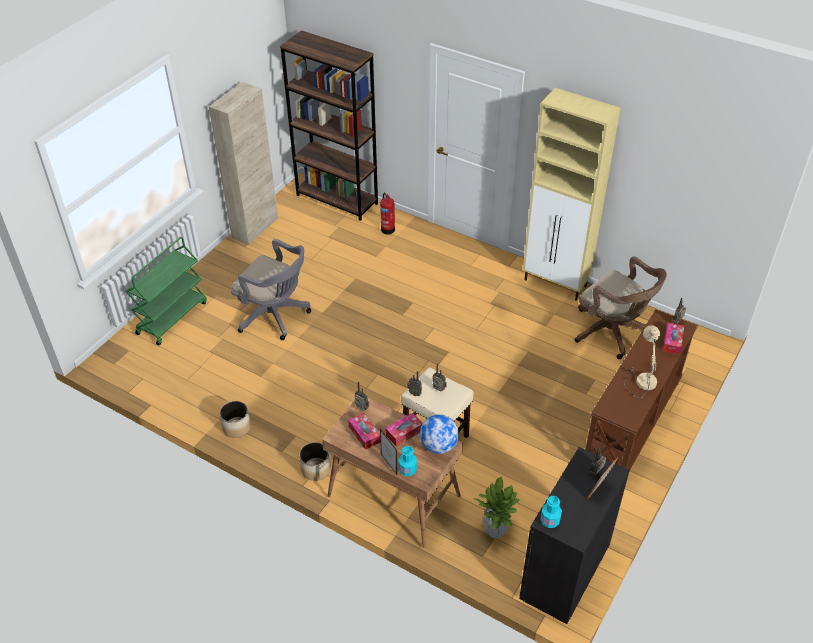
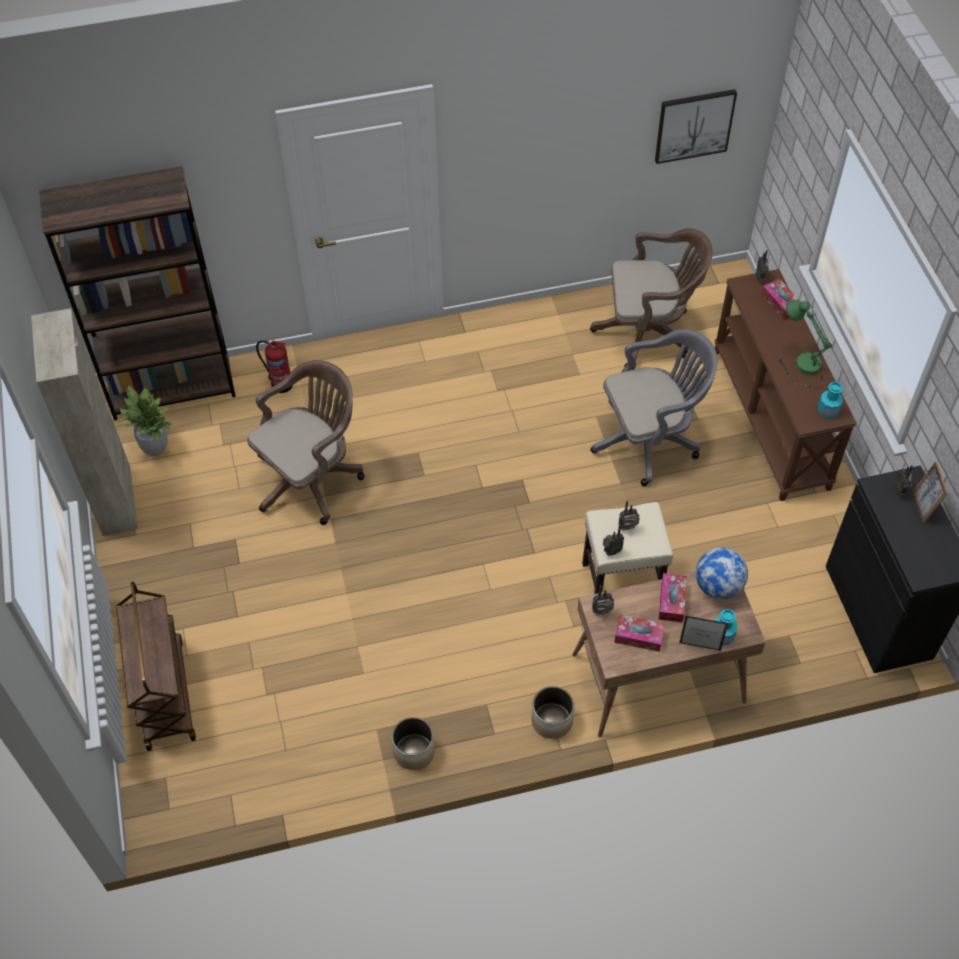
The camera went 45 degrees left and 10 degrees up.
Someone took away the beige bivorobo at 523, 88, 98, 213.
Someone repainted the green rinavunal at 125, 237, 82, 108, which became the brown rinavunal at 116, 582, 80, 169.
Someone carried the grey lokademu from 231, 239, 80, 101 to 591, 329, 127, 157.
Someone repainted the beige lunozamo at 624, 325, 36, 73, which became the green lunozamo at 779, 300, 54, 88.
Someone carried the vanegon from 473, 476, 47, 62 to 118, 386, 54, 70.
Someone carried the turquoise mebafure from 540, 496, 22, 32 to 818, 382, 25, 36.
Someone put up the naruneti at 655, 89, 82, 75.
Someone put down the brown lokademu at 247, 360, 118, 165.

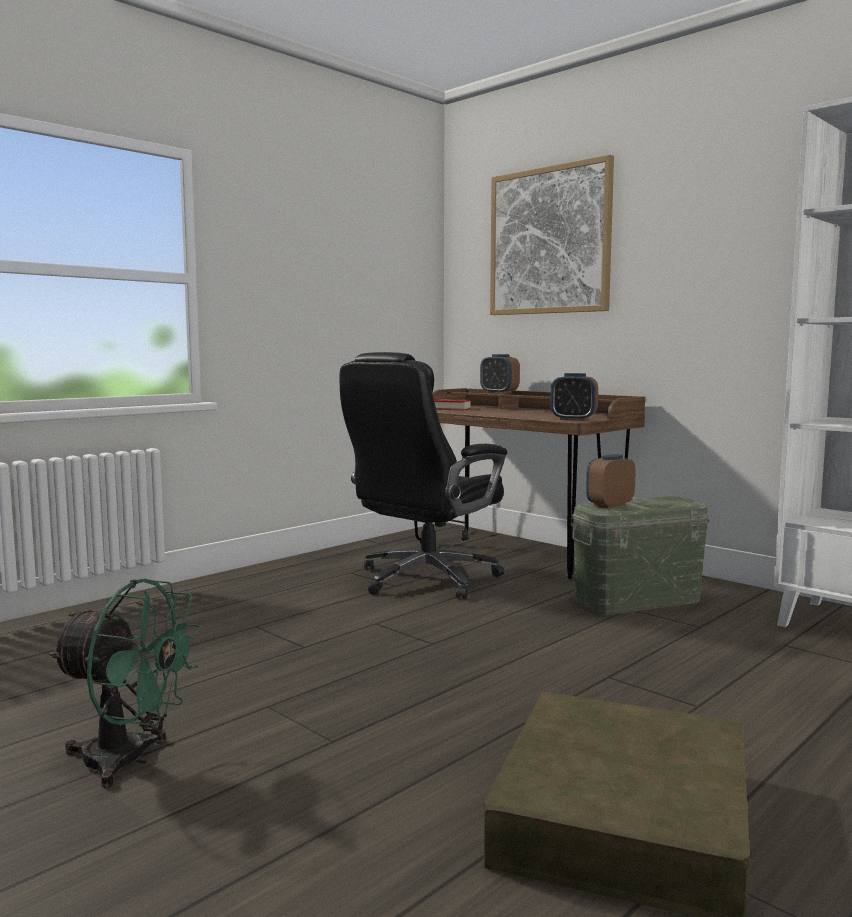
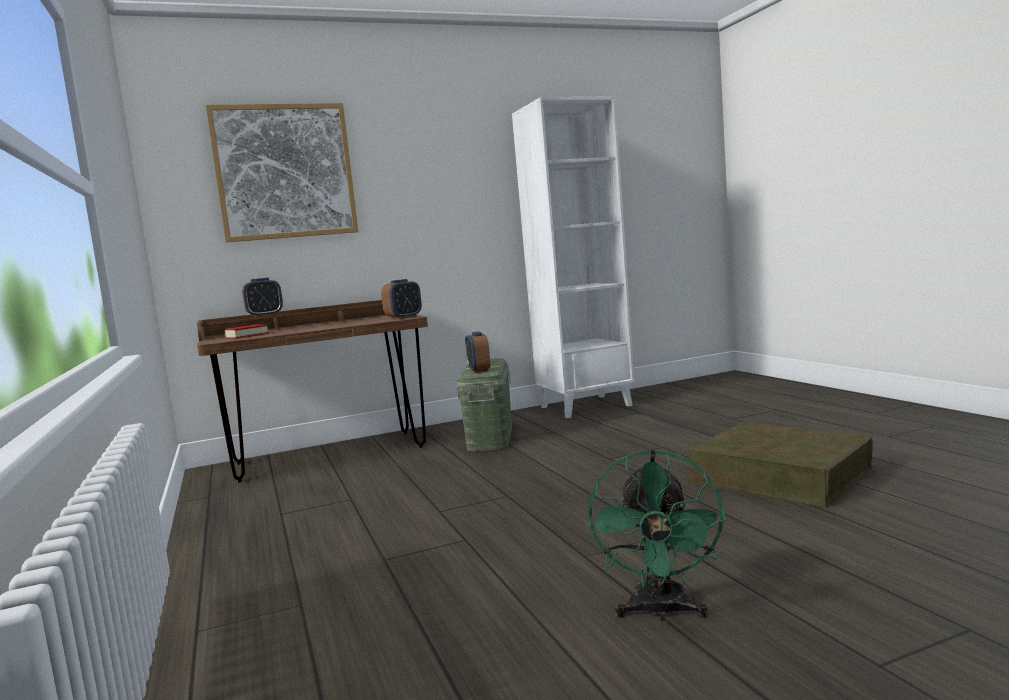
The camera went 65 degrees left and 0 degrees up.
Someone took away the black lokademu at 340, 352, 167, 247.
Someone rotated the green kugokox at 49, 579, 153, 209 by 150 degrees clockwise.

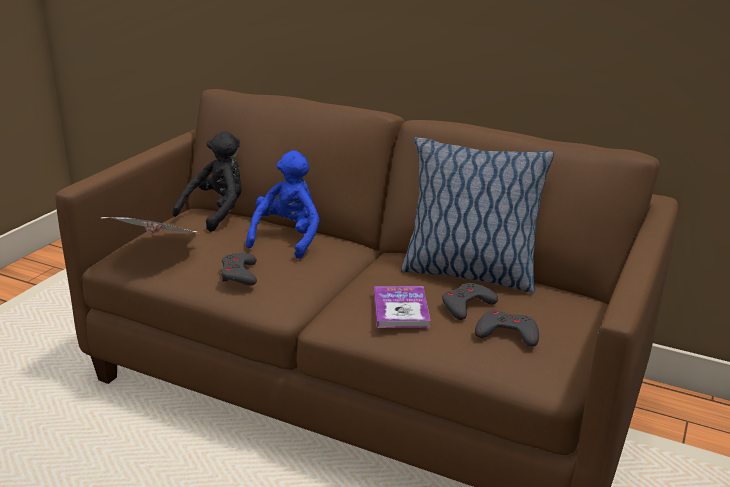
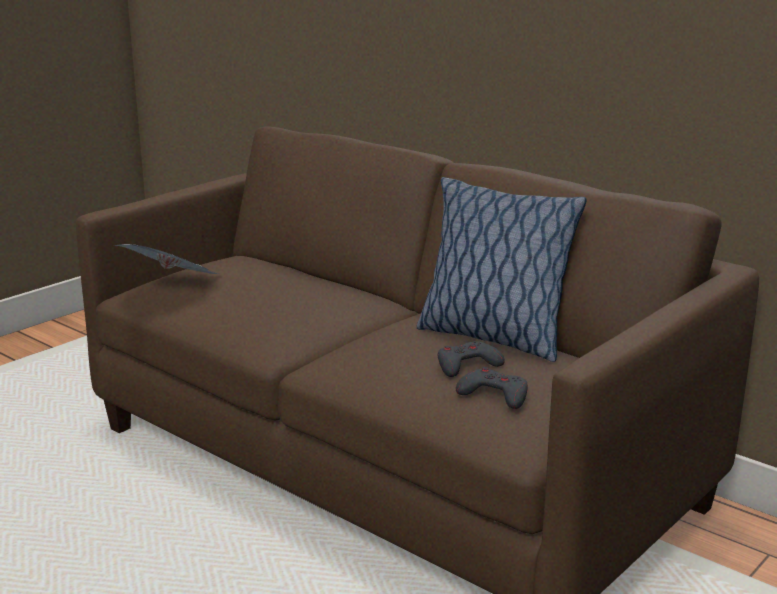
The camera went 15 degrees right and 5 degrees down.
Someone took away the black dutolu at 172, 131, 70, 101.
Someone took away the blue dutolu at 246, 150, 74, 109.
Someone took away the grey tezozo at 221, 253, 36, 33.
Someone took away the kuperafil at 374, 286, 56, 42.

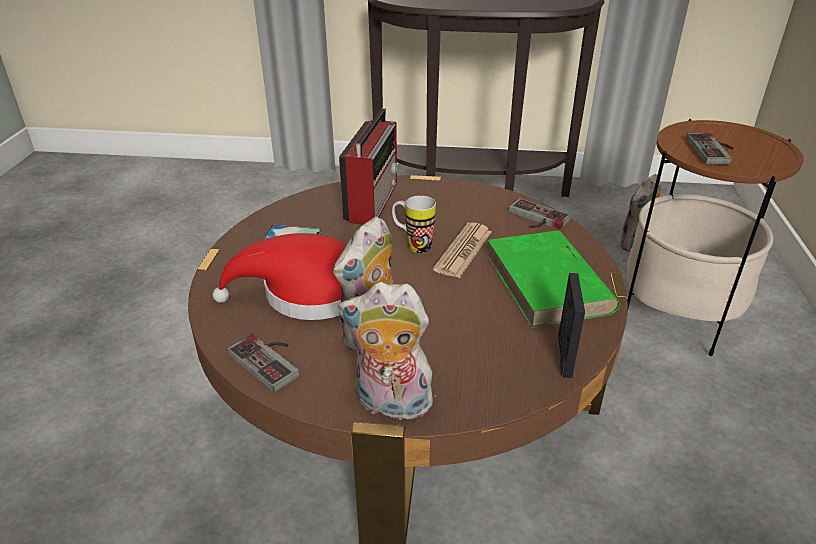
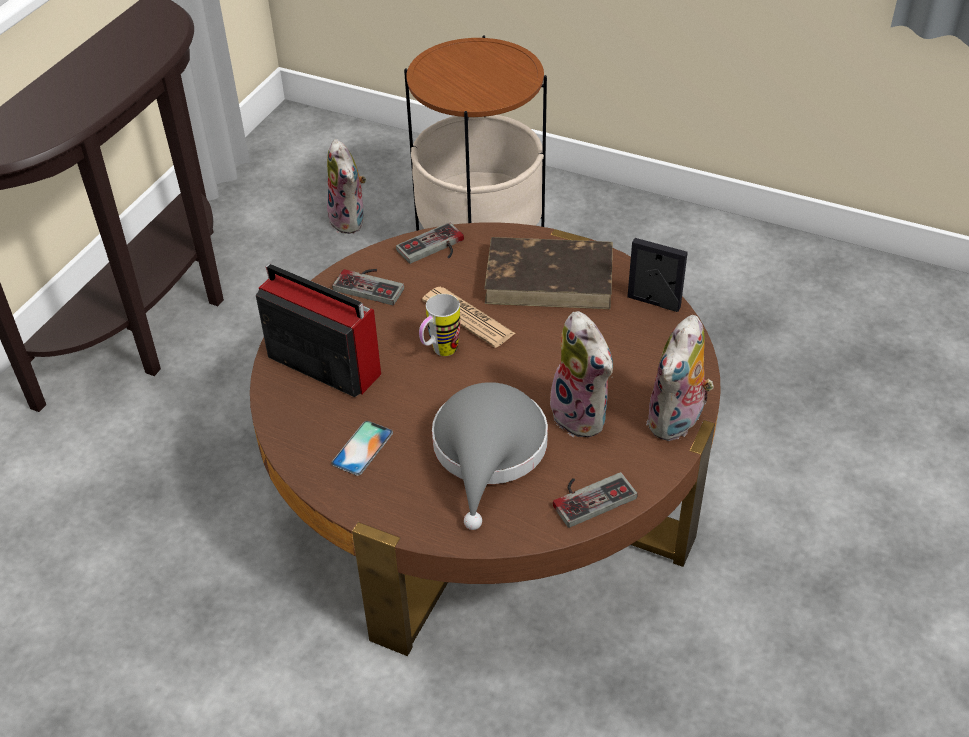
The camera went 70 degrees left and 10 degrees up.
Someone carried the tezozo from 686, 133, 48, 31 to 332, 269, 72, 36.
Someone repainted the green kuperafil at 486, 231, 134, 97, which became the brown kuperafil at 484, 237, 129, 72.
Someone repainted the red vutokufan at 213, 233, 134, 87, which became the grey vutokufan at 432, 382, 116, 148.

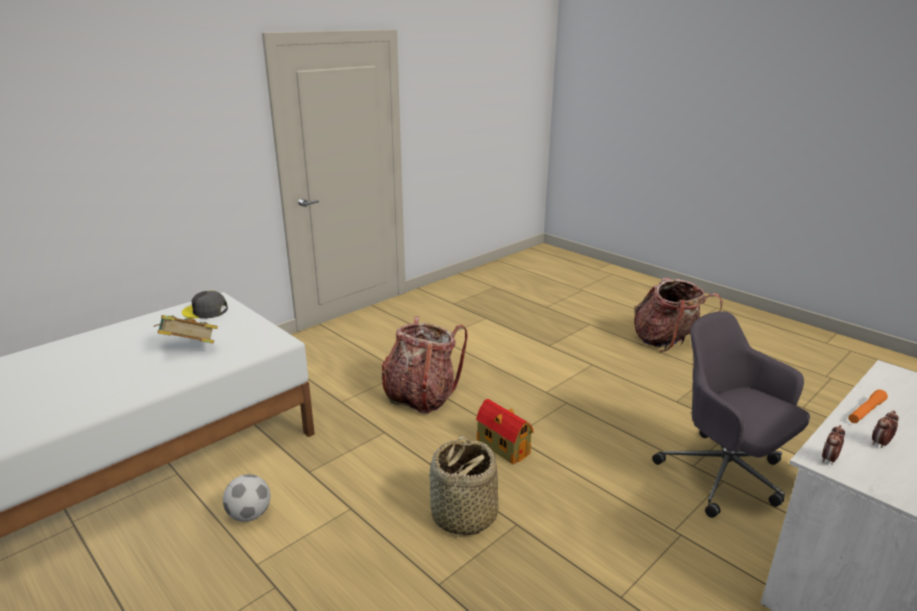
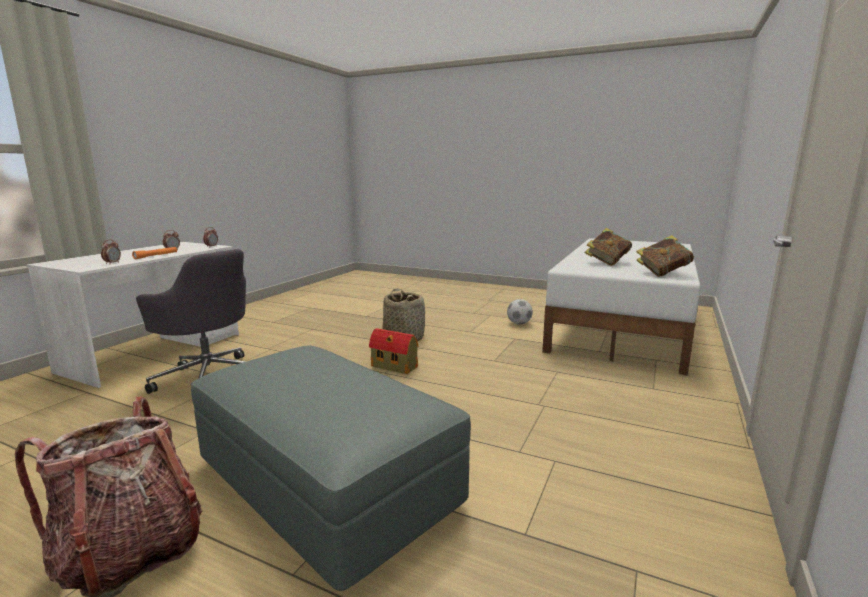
The camera went 160 degrees right and 10 degrees down.
Someone swapped the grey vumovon at 182, 291, 46, 27 for the kuperafil at 637, 235, 57, 42.
Someone took away the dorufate at 382, 316, 86, 98.
Someone put down the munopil at 101, 239, 20, 25.
Someone put down the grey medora at 191, 346, 280, 245.

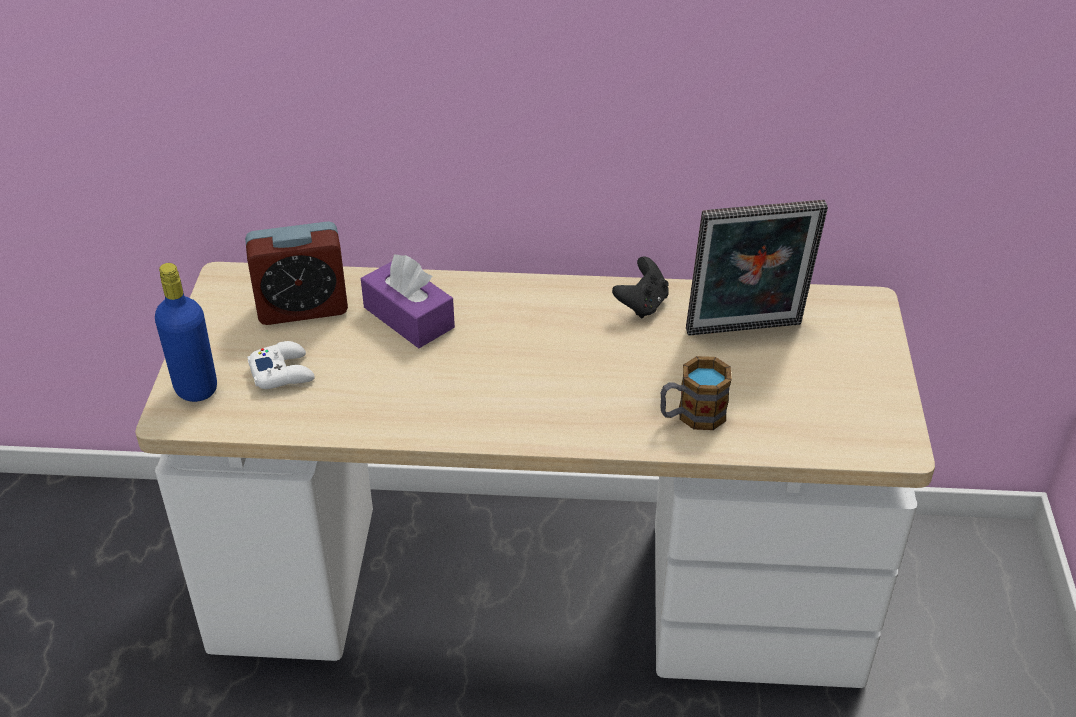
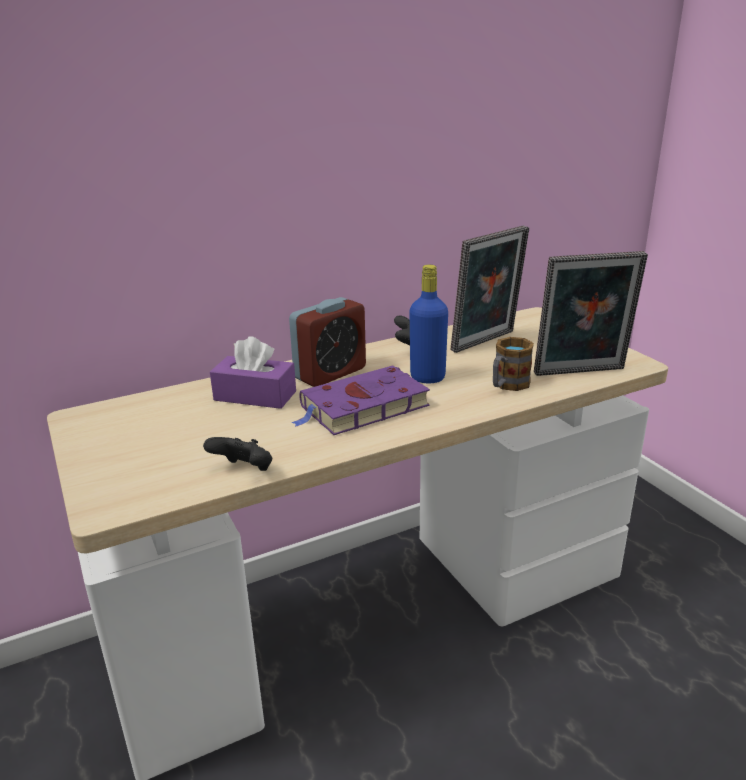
The camera went 30 degrees left and 15 degrees down.
Someone carried the munopil from 245, 221, 103, 104 to 289, 297, 77, 90.
Someone carried the blue mebafure from 155, 263, 62, 139 to 410, 265, 38, 118.
Someone took away the white tezozo at 247, 341, 68, 48.
Someone put down the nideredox at 534, 251, 114, 125.
Someone put down the purple kuperafil at 291, 365, 139, 70.
Someone put down the black tezozo at 203, 437, 69, 34.

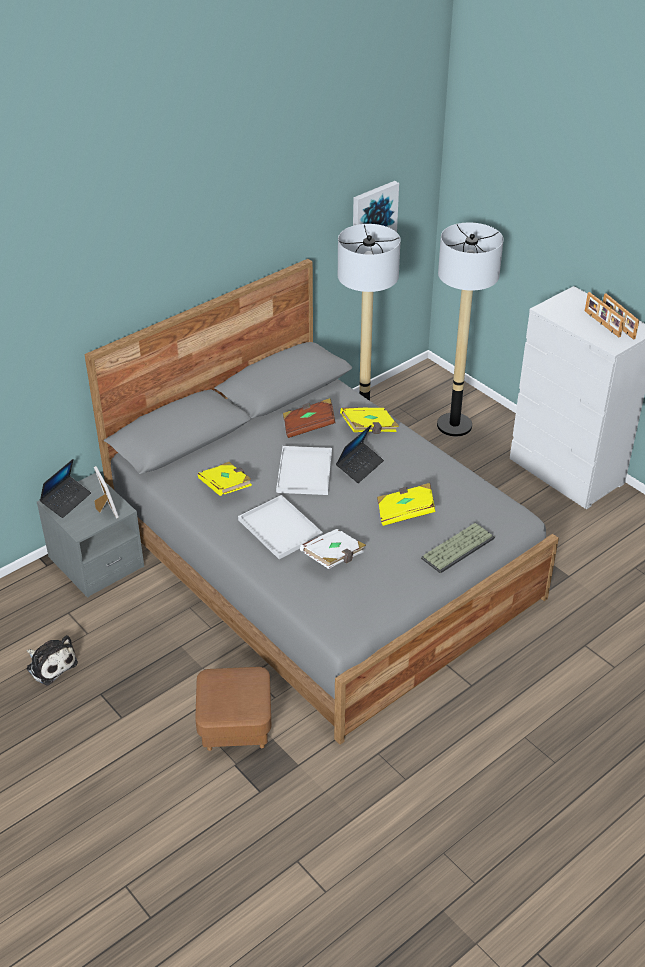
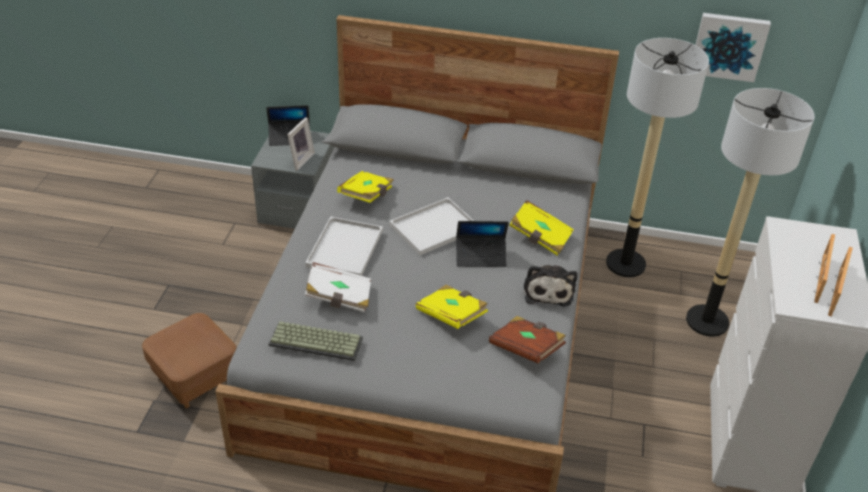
The camera went 50 degrees right and 0 degrees up.
Someone carried the brown kuperafil from 283, 398, 53, 40 to 489, 316, 77, 47.
Someone carried the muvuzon from 421, 522, 74, 52 to 269, 321, 94, 40.
Someone carried the dutolu from 27, 635, 51, 51 to 523, 265, 54, 42.

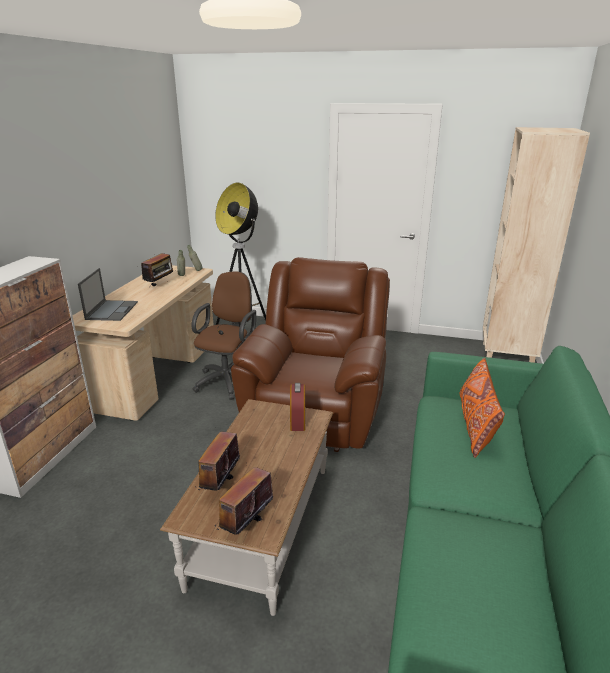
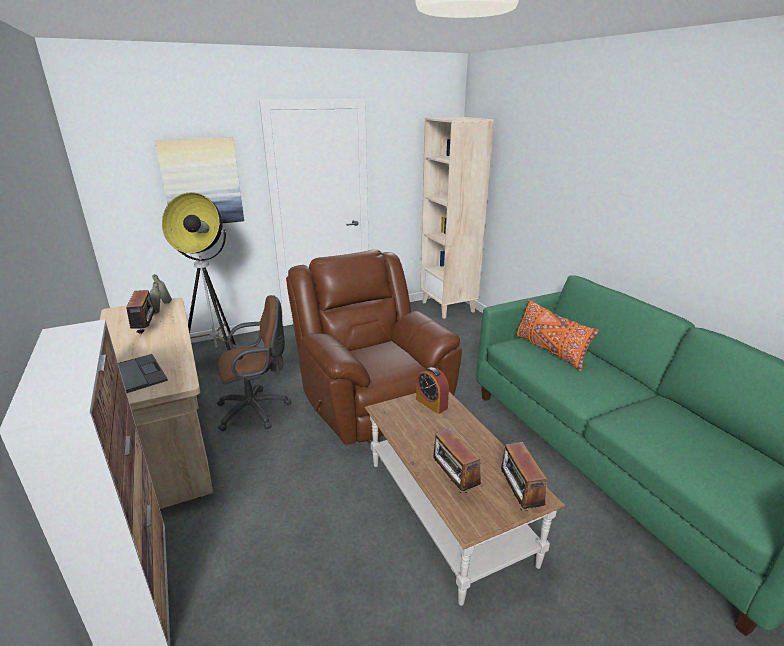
The camera went 40 degrees left and 0 degrees up.
Someone rotated the brown lokademu at 192, 271, 64, 129 by 90 degrees clockwise.
Someone put up the naruneti at 155, 138, 89, 85.

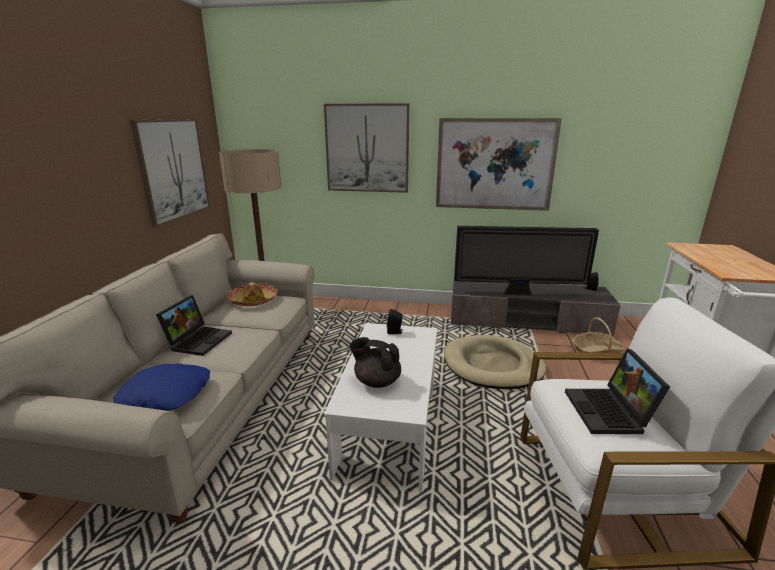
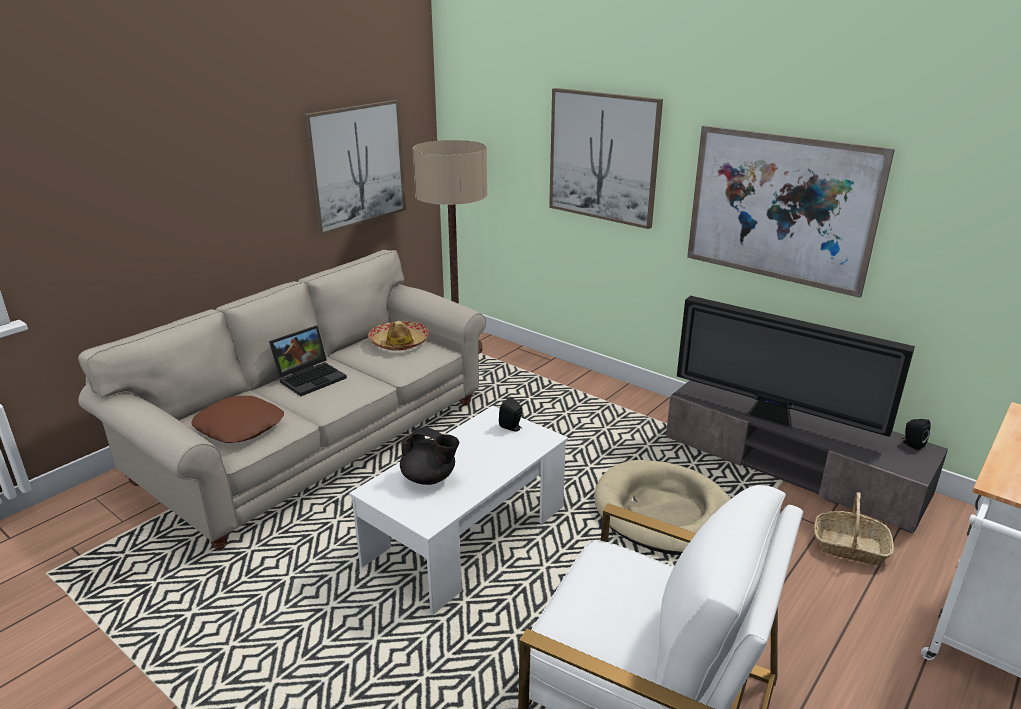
The camera went 30 degrees right and 5 degrees up.
Someone rotated the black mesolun at 349, 337, 52, 51 by 150 degrees clockwise.
Someone took away the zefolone at 565, 348, 105, 86.
Someone repainted the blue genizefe at 113, 363, 97, 48, which became the brown genizefe at 191, 396, 93, 47.

